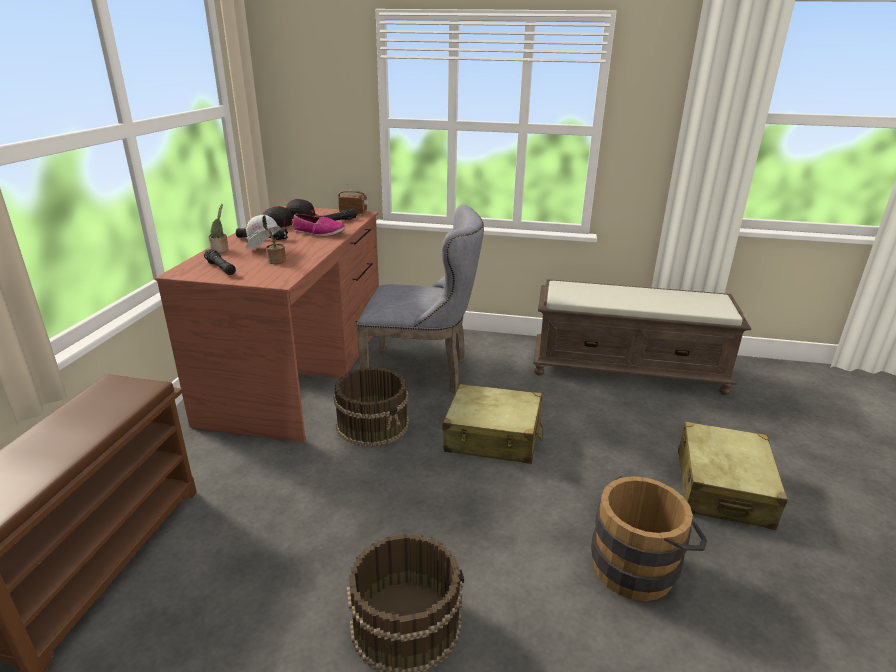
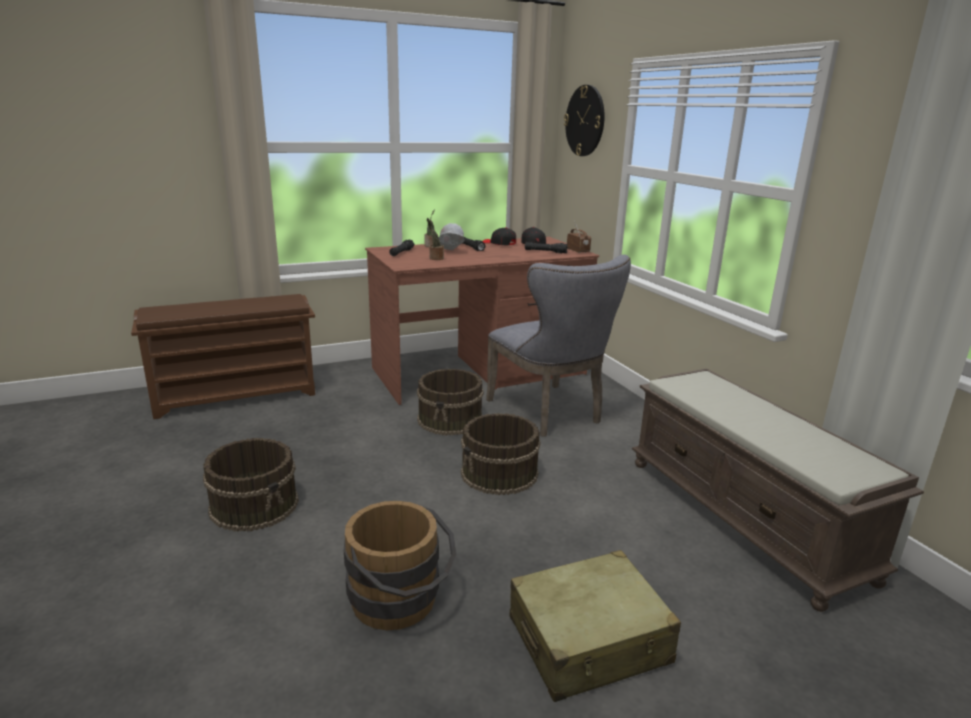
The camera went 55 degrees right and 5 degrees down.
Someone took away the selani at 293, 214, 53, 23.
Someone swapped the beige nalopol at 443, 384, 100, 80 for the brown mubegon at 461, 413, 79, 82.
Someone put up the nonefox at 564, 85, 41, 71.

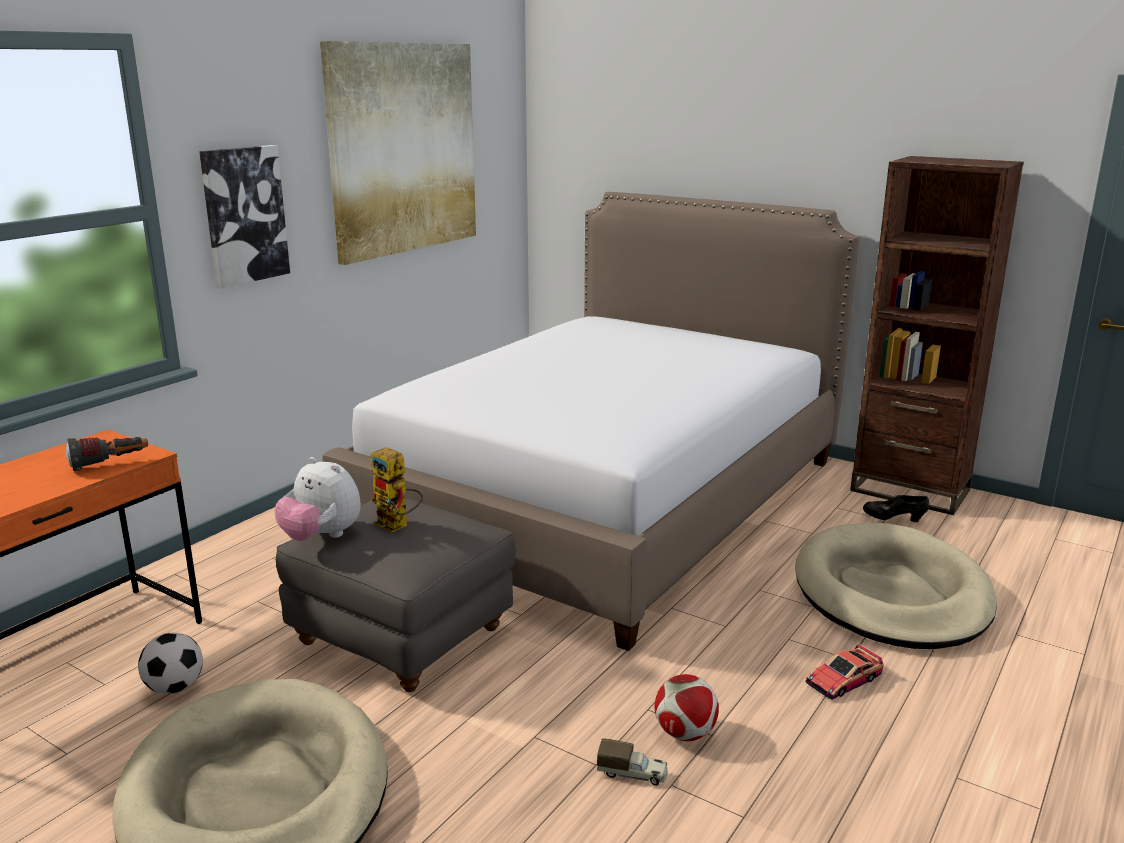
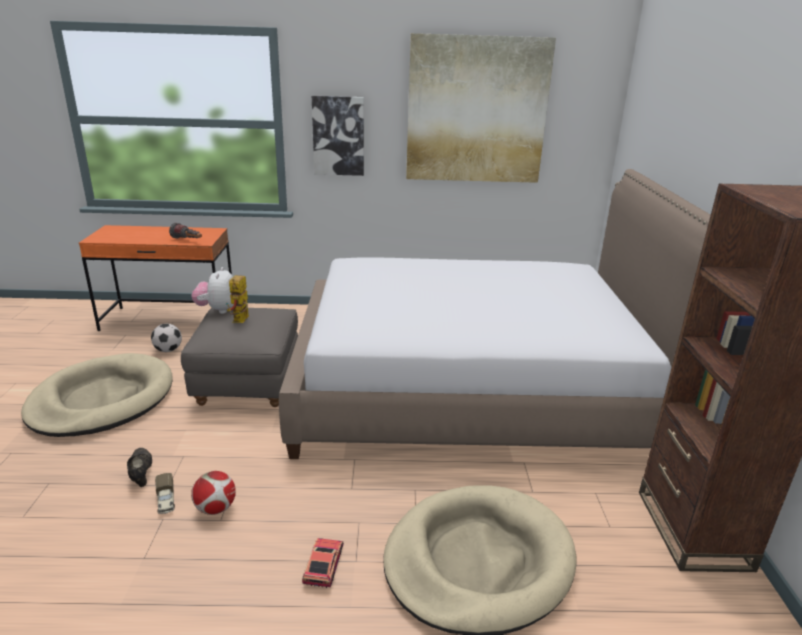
The camera went 55 degrees right and 5 degrees up.
Someone carried the black selani from 863, 495, 66, 27 to 127, 448, 25, 39.
Someone rotated the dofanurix at 805, 644, 79, 55 by 75 degrees clockwise.

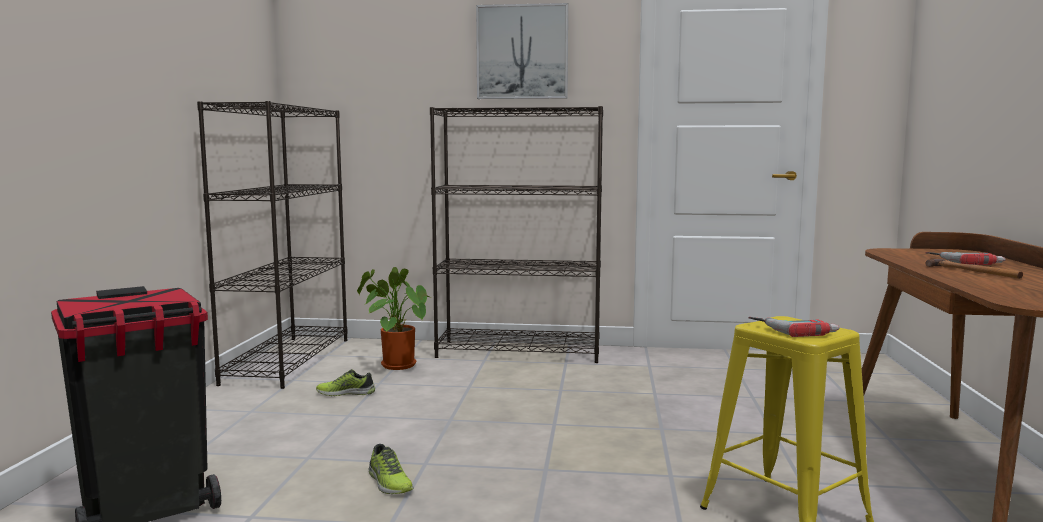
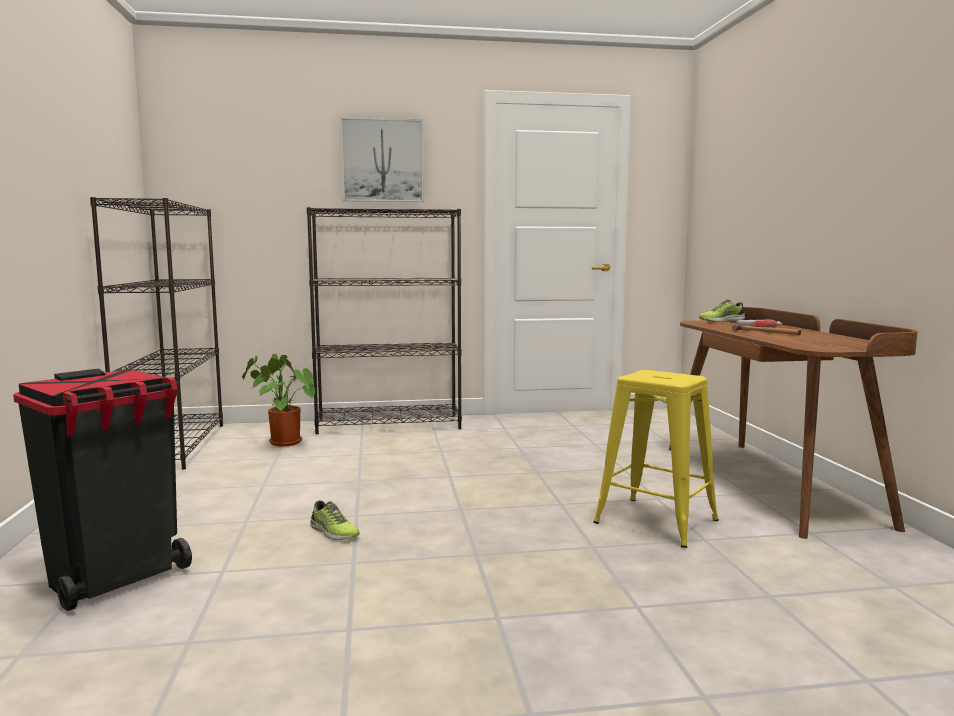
The camera went 15 degrees left and 0 degrees up.
Someone took away the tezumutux at 748, 317, 92, 20.
Someone carried the selani from 316, 369, 59, 27 to 699, 299, 46, 23.

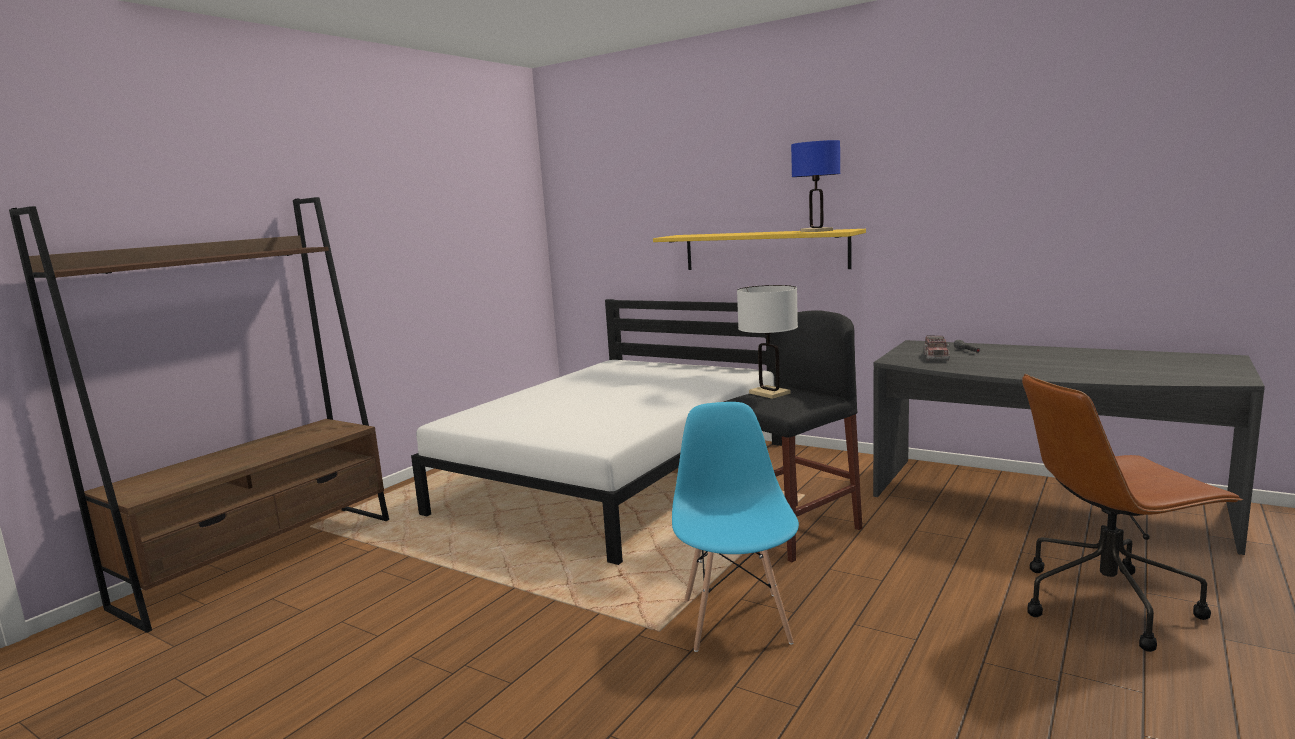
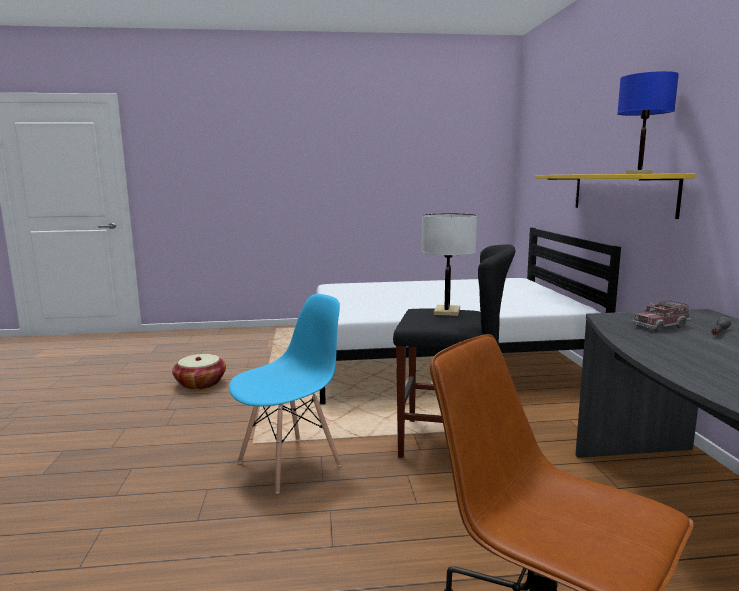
The camera went 50 degrees right and 0 degrees up.
Someone took away the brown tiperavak at 9, 197, 380, 436.
Someone put down the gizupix at 172, 354, 54, 36.

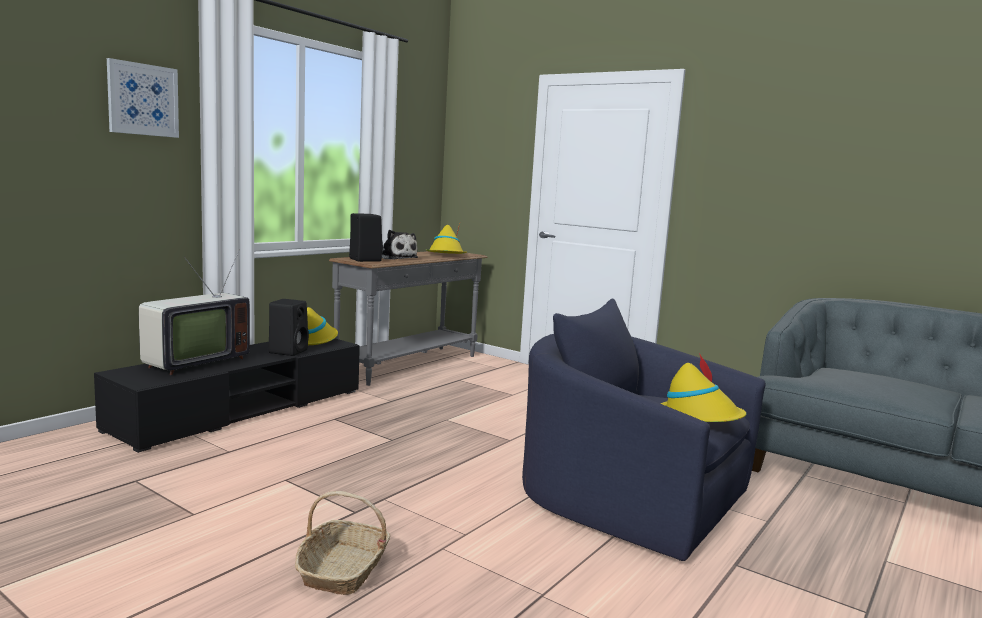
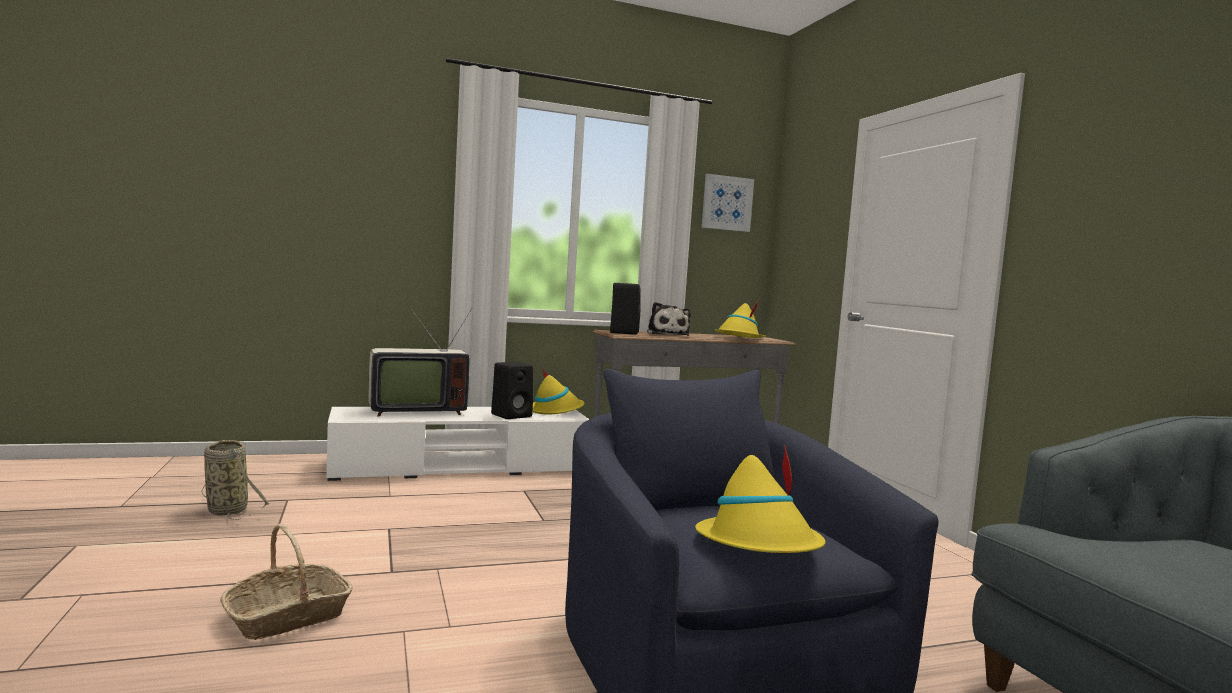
The camera went 35 degrees right and 5 degrees down.
Someone carried the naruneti from 107, 58, 72, 80 to 702, 174, 52, 58.
Someone repainted the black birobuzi at 94, 339, 266, 114, which became the white birobuzi at 326, 407, 263, 74.
Someone put down the gizupix at 201, 440, 69, 80.

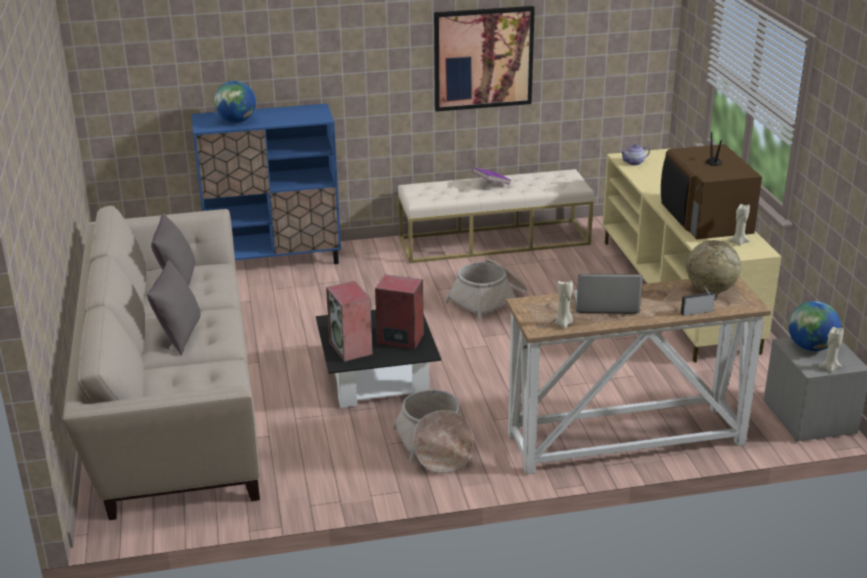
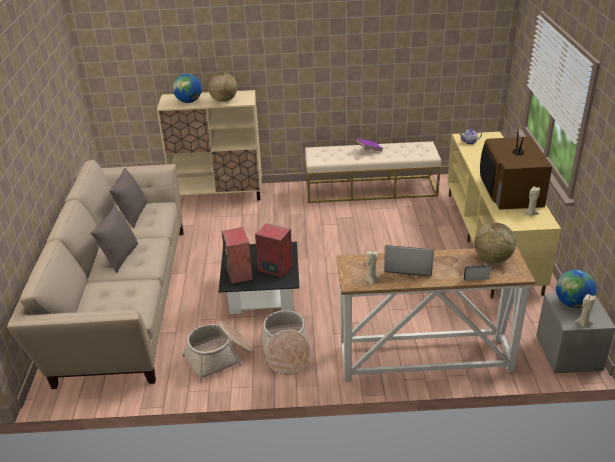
The camera went 10 degrees right and 5 degrees up.
Someone took away the naruneti at 434, 6, 101, 106.
Someone repainted the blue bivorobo at 192, 103, 149, 161, which became the beige bivorobo at 157, 90, 105, 111.
Someone carried the gizupix from 445, 259, 82, 62 to 182, 321, 71, 62.
Someone put down the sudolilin at 208, 72, 29, 30.

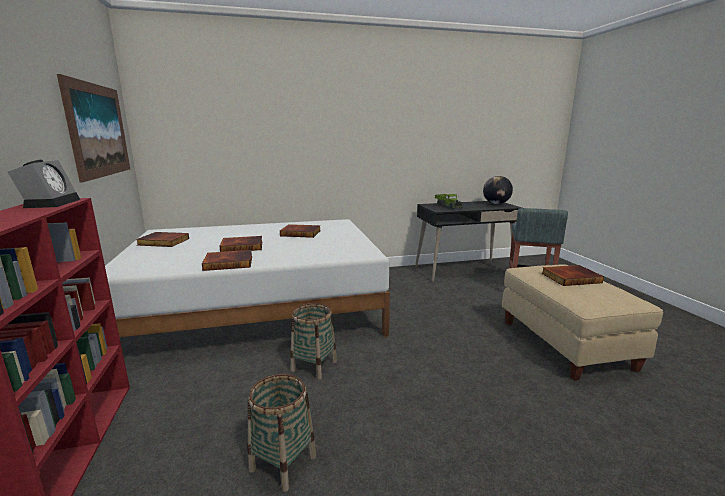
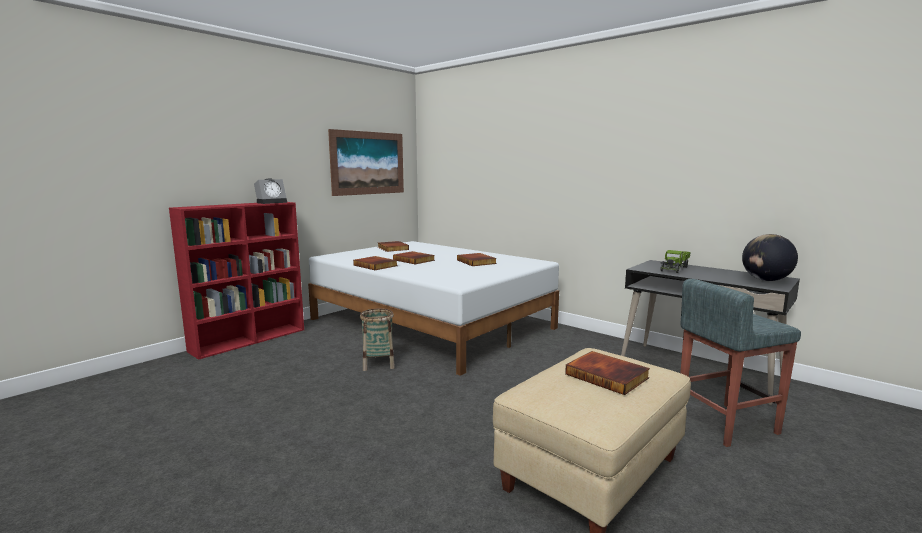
The camera went 55 degrees right and 5 degrees down.
Someone took away the gizupix at 248, 374, 68, 118.

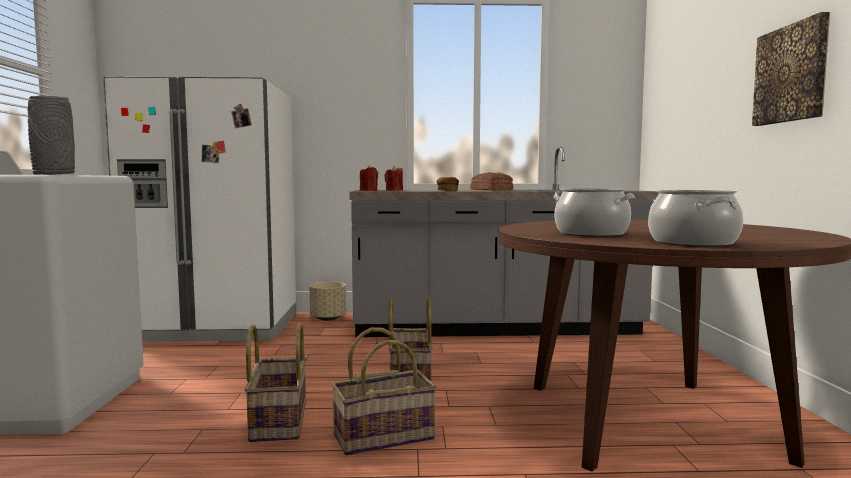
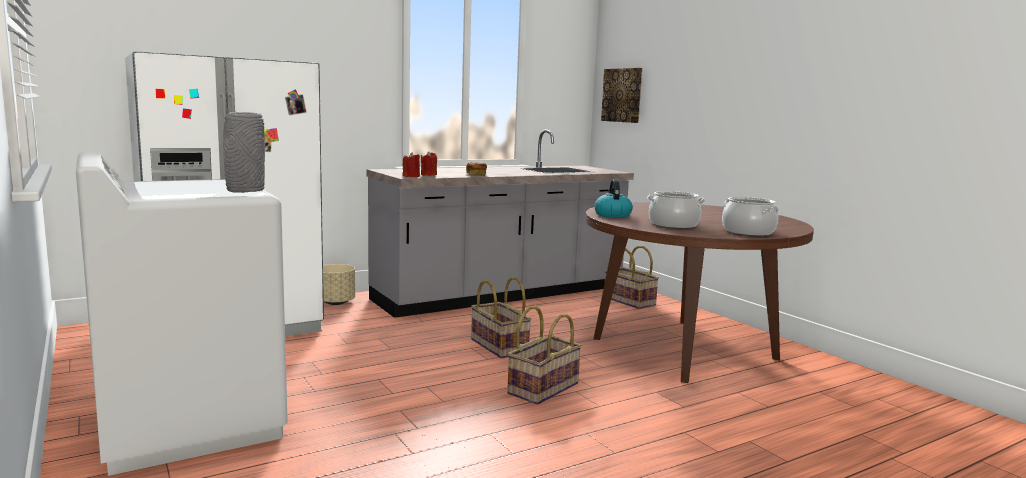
The camera went 30 degrees left and 5 degrees up.
Someone carried the naruneti from 752, 12, 78, 114 to 601, 68, 41, 55.
Someone took away the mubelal at 470, 172, 43, 18.
Someone carried the gizupix from 245, 323, 61, 119 to 604, 246, 55, 63.
Someone put down the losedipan at 595, 179, 38, 39.

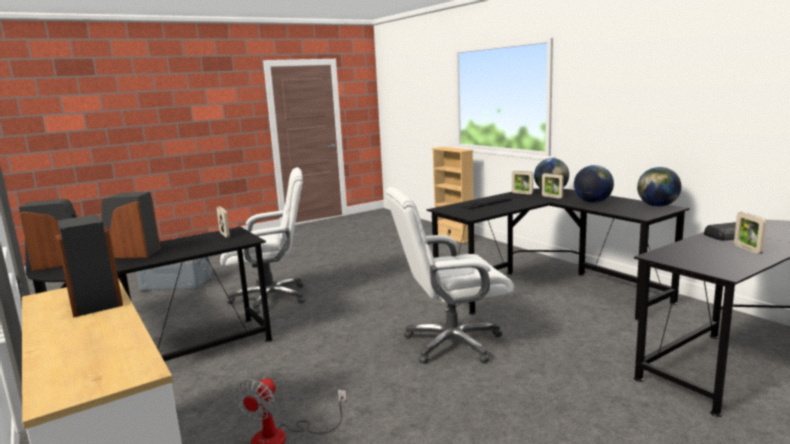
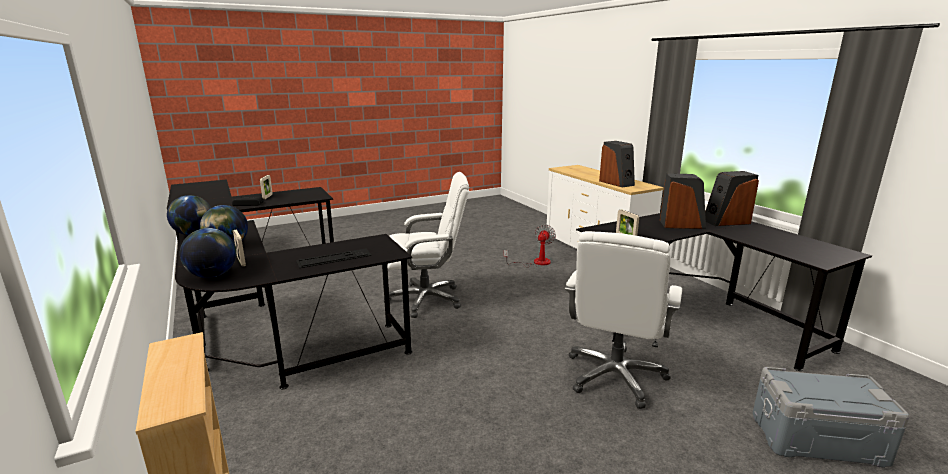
The camera went 175 degrees left and 5 degrees up.
Someone rotated the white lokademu at 220, 167, 86, 147 by 60 degrees counterclockwise.
Someone took away the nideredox at 512, 171, 21, 24.

